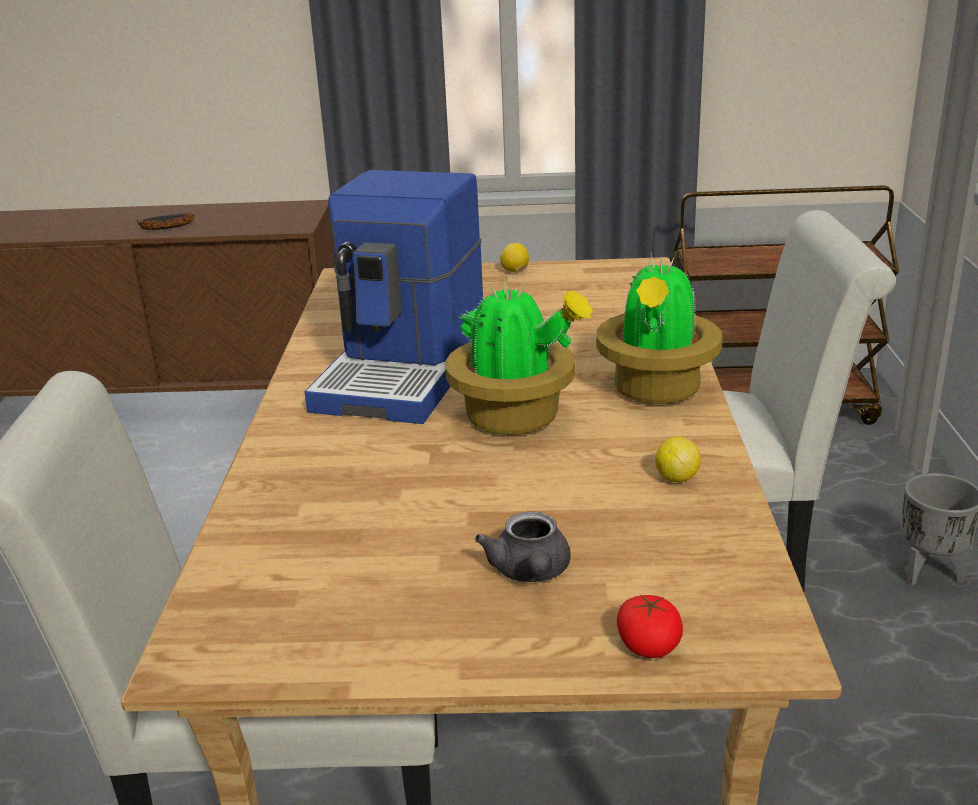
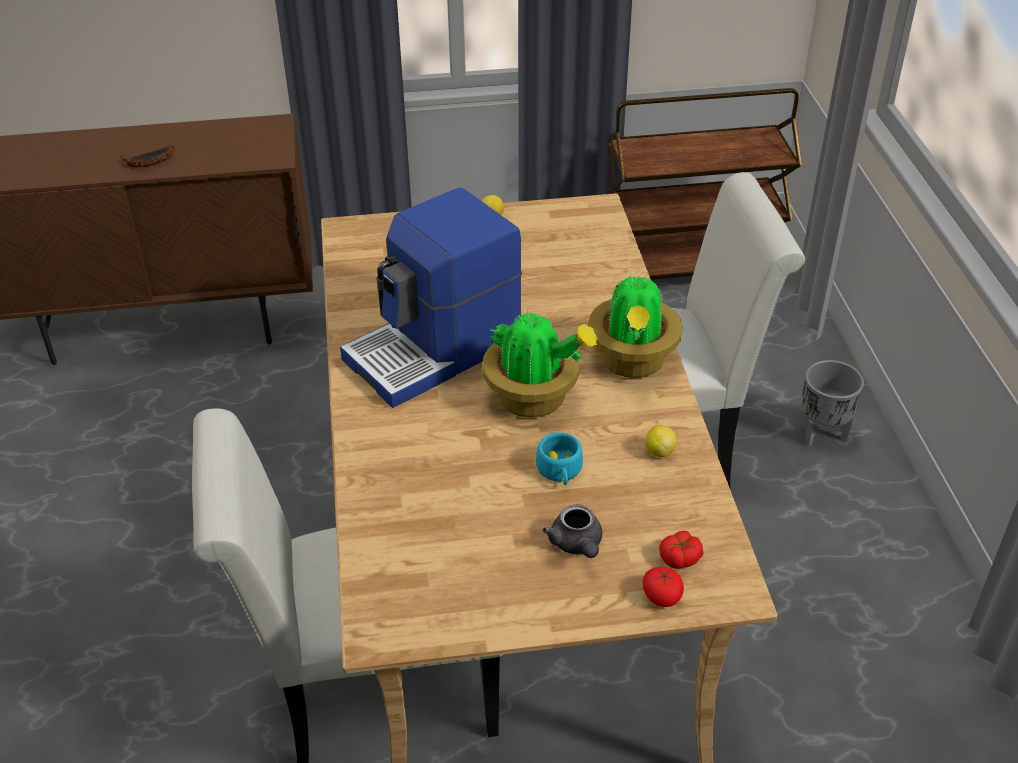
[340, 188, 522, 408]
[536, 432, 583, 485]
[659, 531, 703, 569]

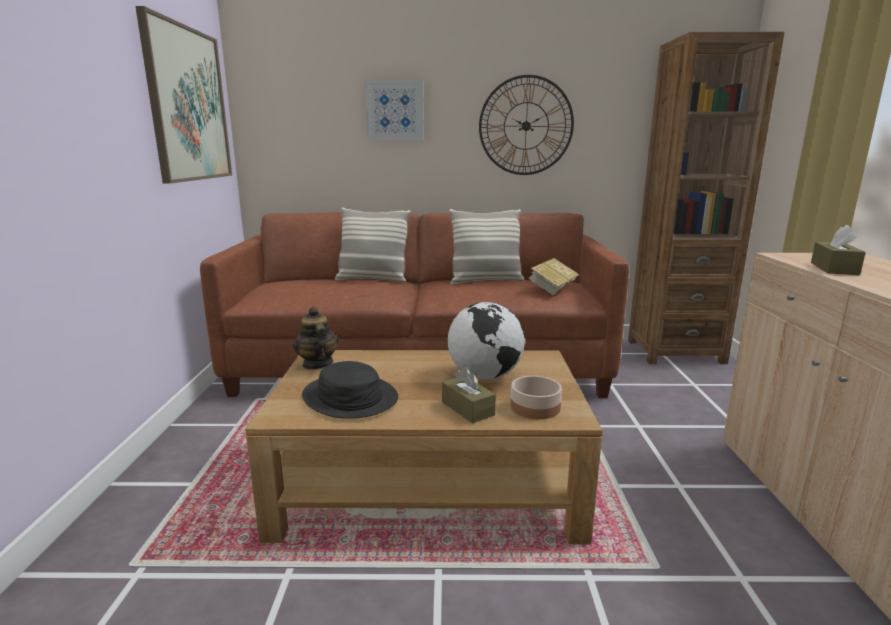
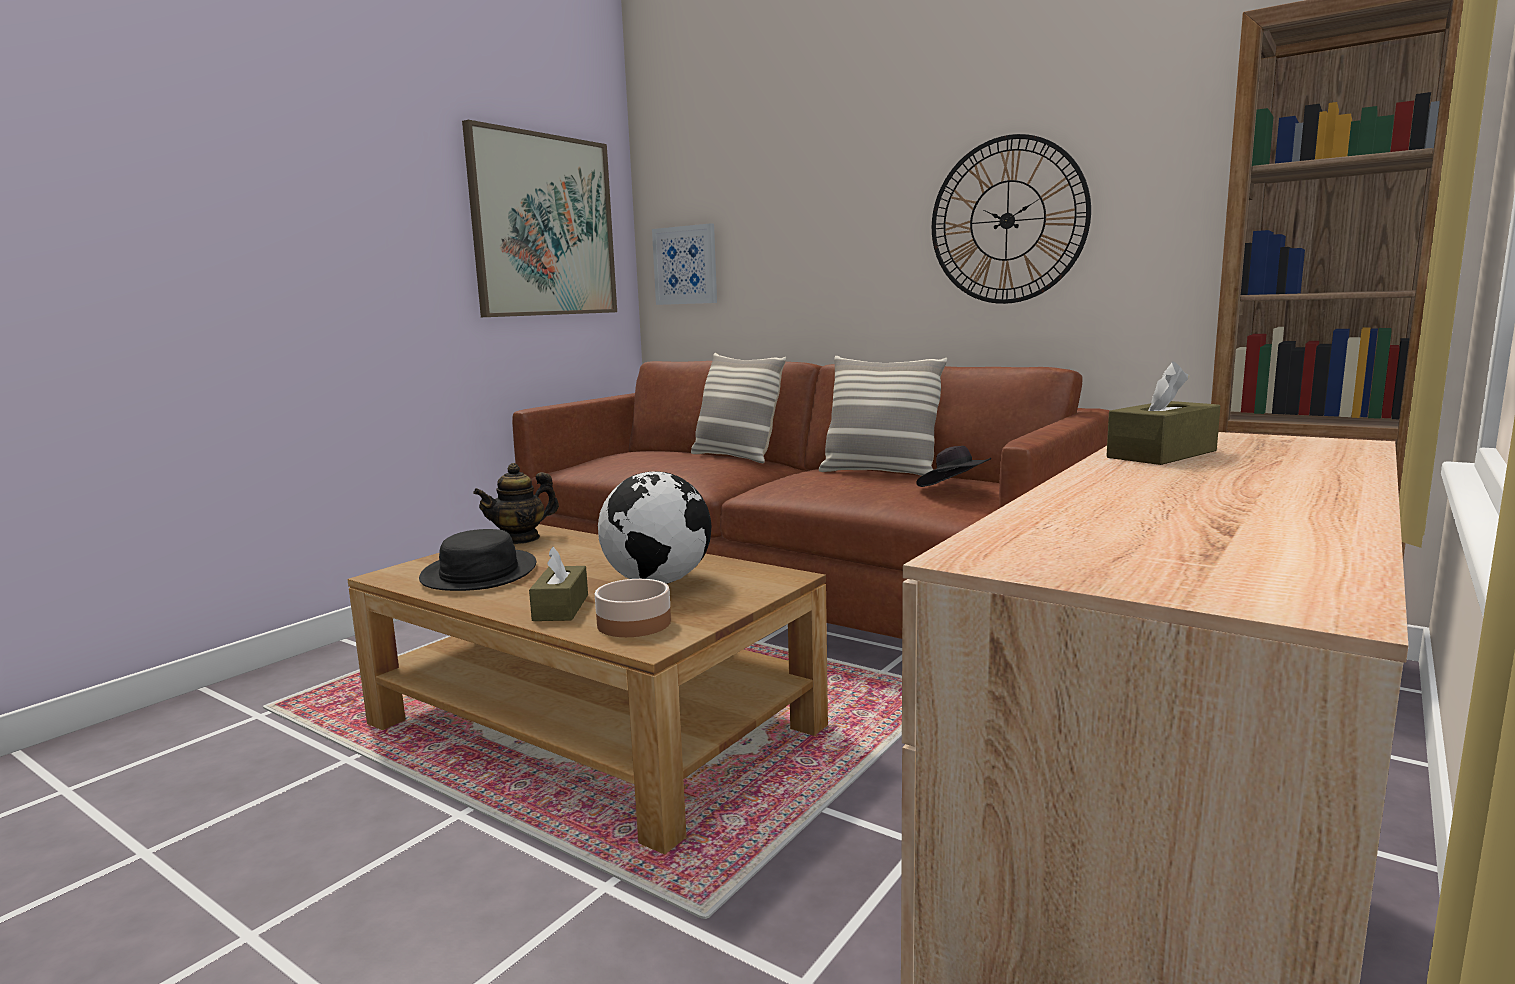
[473, 463, 559, 544]
[652, 223, 717, 305]
[916, 446, 991, 487]

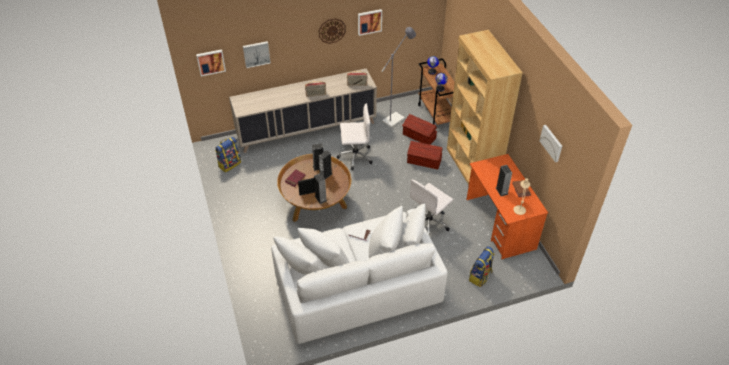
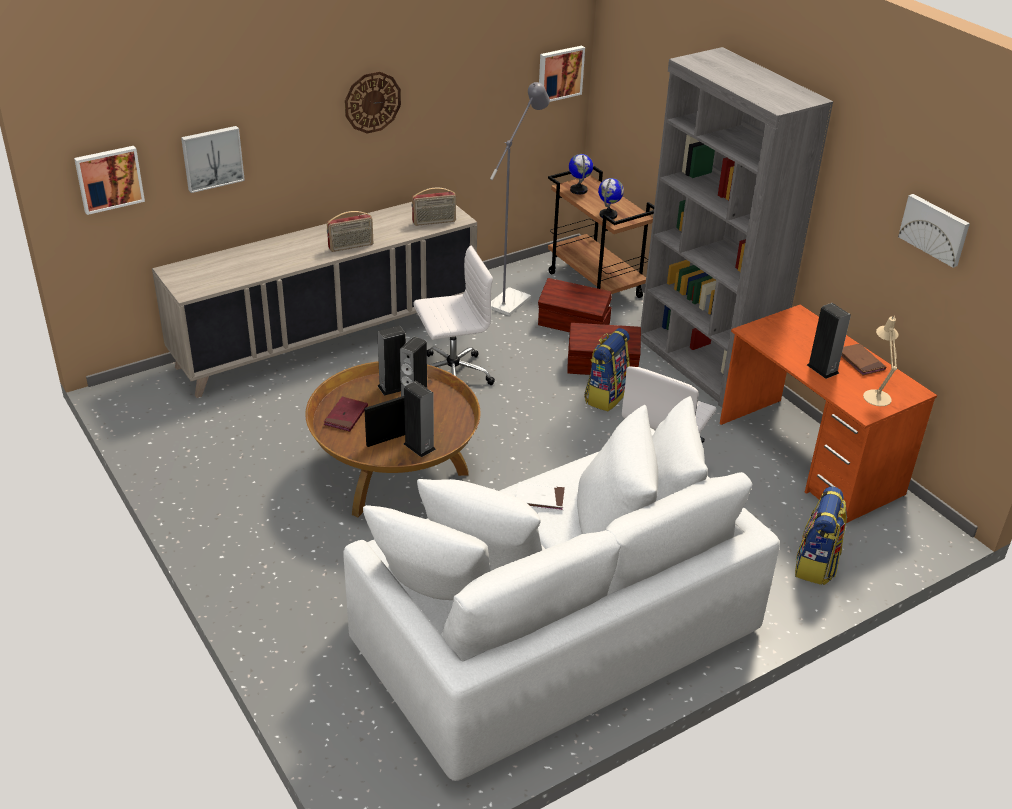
[584, 328, 630, 411]
[539, 46, 585, 102]
[641, 47, 833, 408]

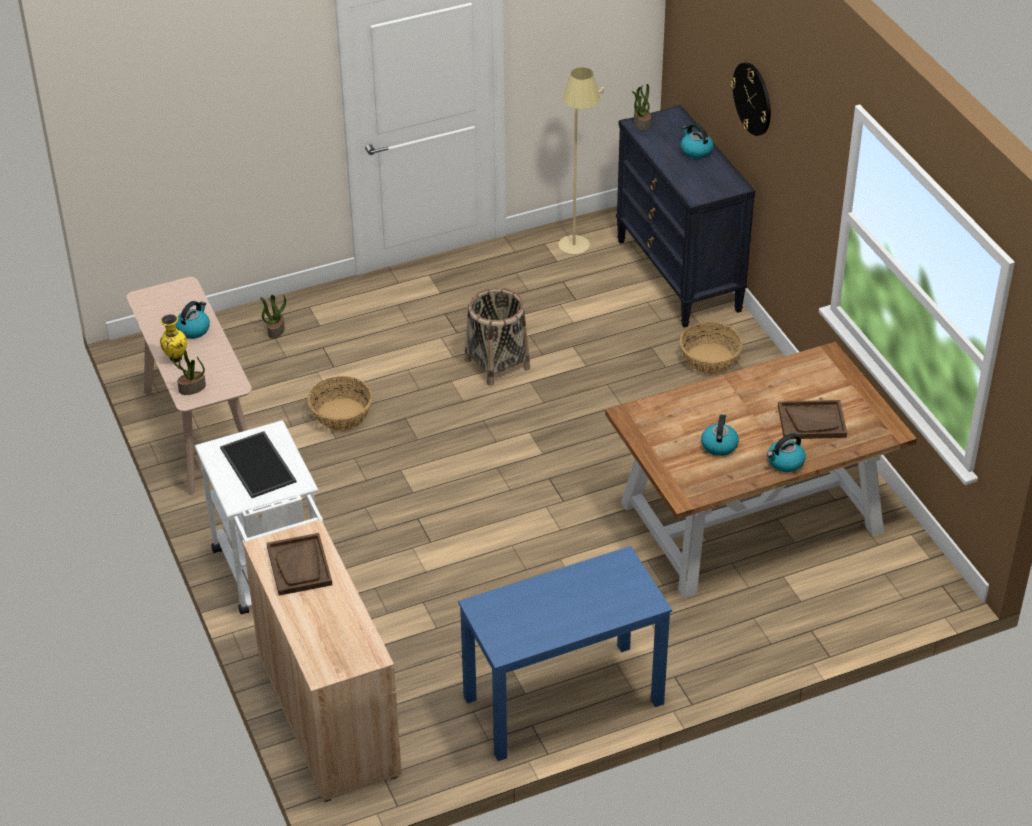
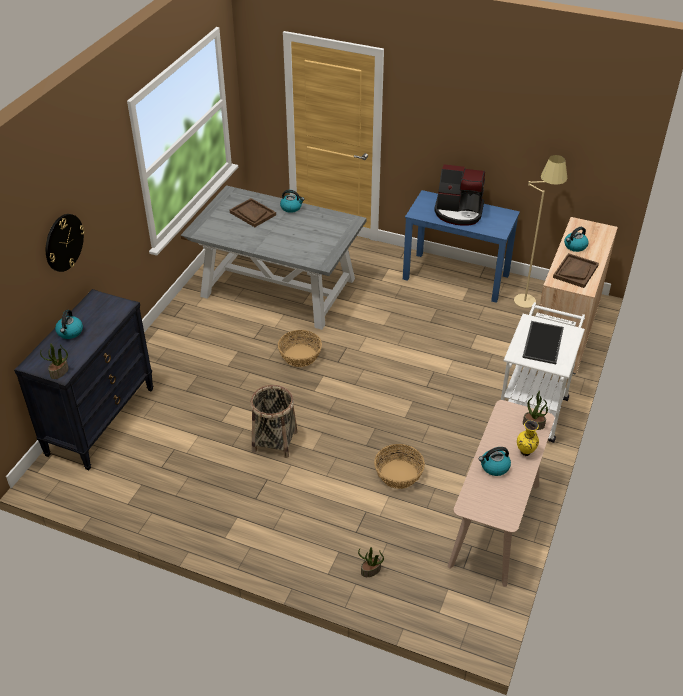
[514, 155, 567, 308]
[181, 185, 367, 330]
[278, 330, 322, 367]
[564, 227, 589, 252]
[434, 164, 485, 226]

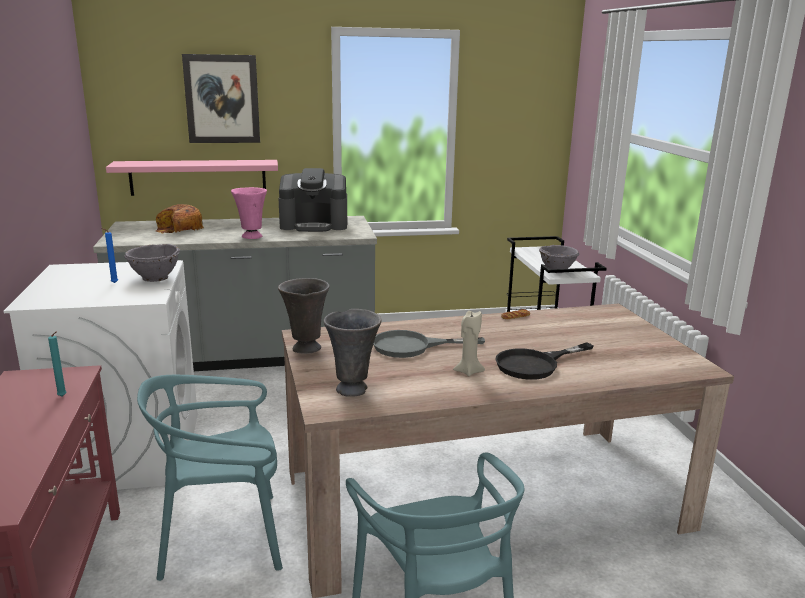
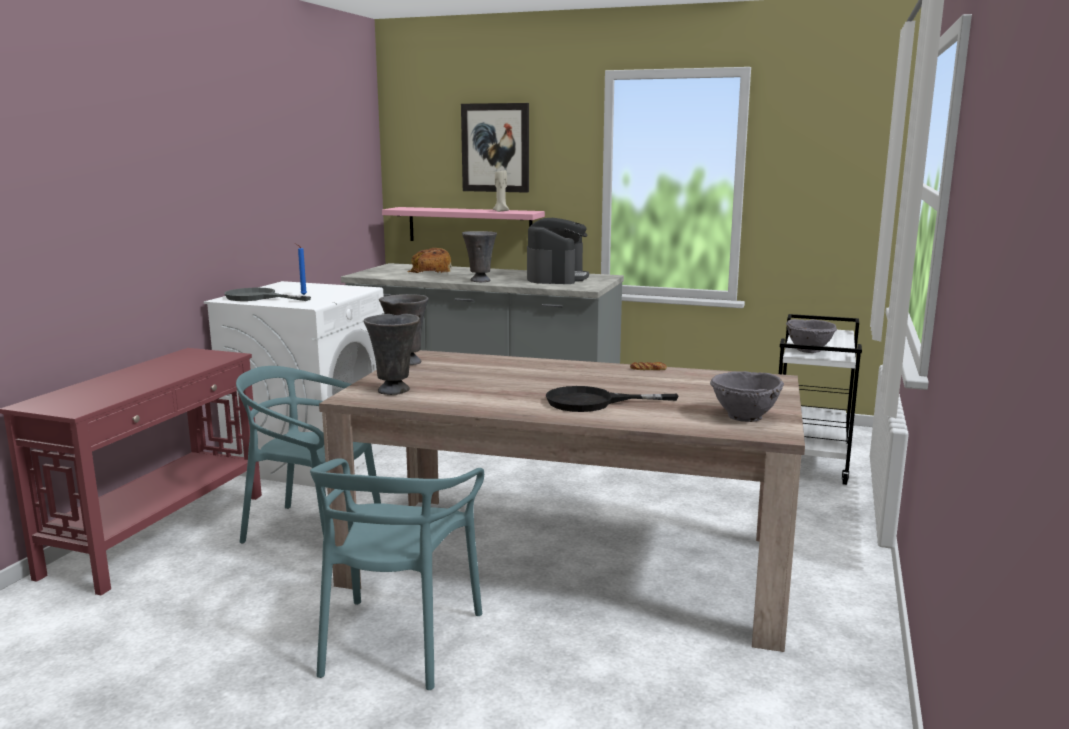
[48, 332, 67, 397] (first image)
[710, 371, 784, 422]
[462, 231, 497, 282]
[527, 218, 589, 284]
[224, 288, 311, 301]
[493, 170, 509, 212]

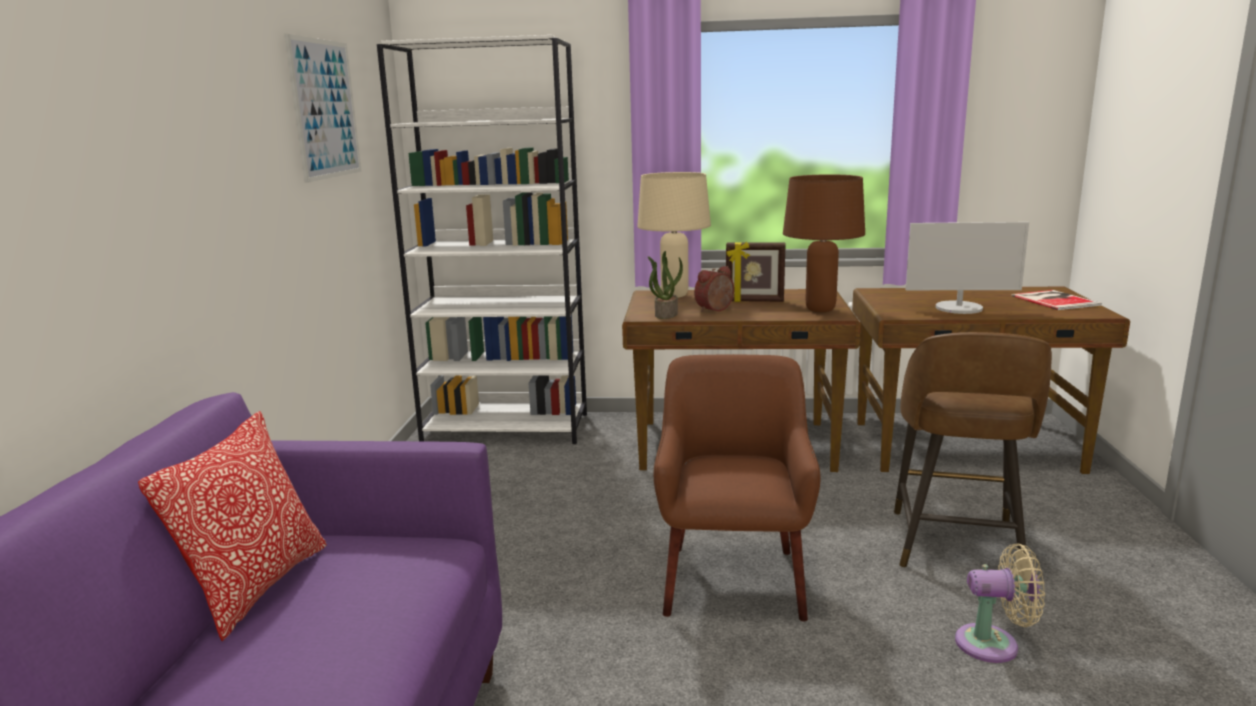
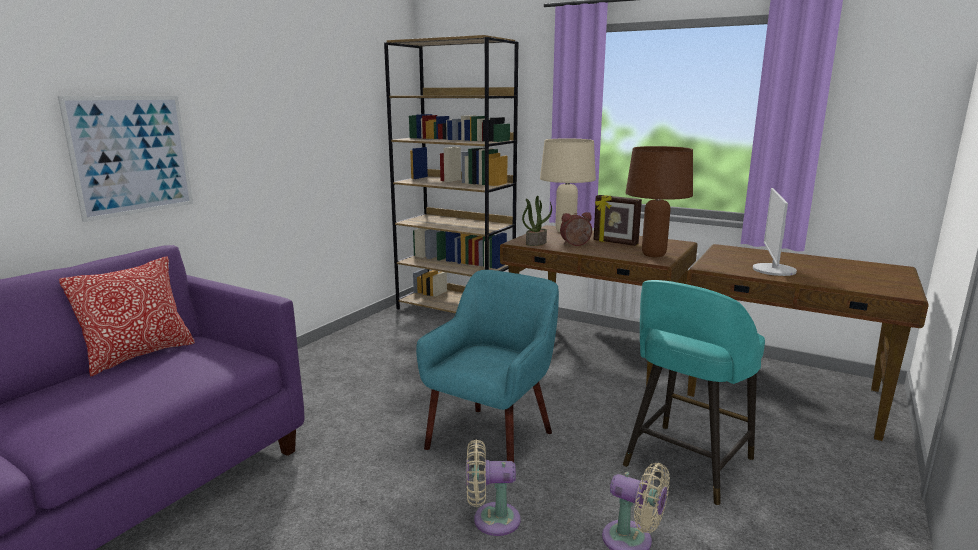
[58, 96, 193, 222]
[384, 35, 518, 313]
[416, 270, 559, 462]
[623, 280, 765, 505]
[753, 188, 797, 276]
[1011, 290, 1102, 310] (first image)
[466, 439, 521, 536]

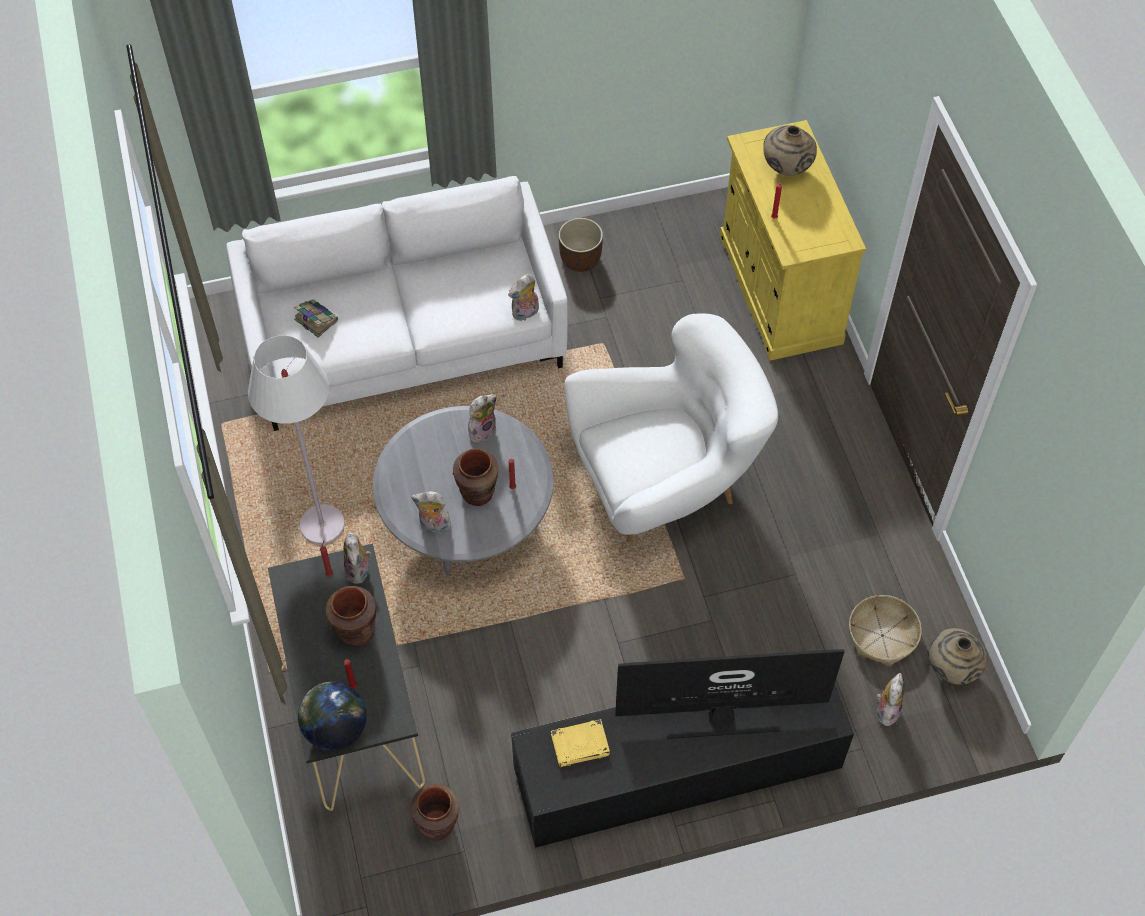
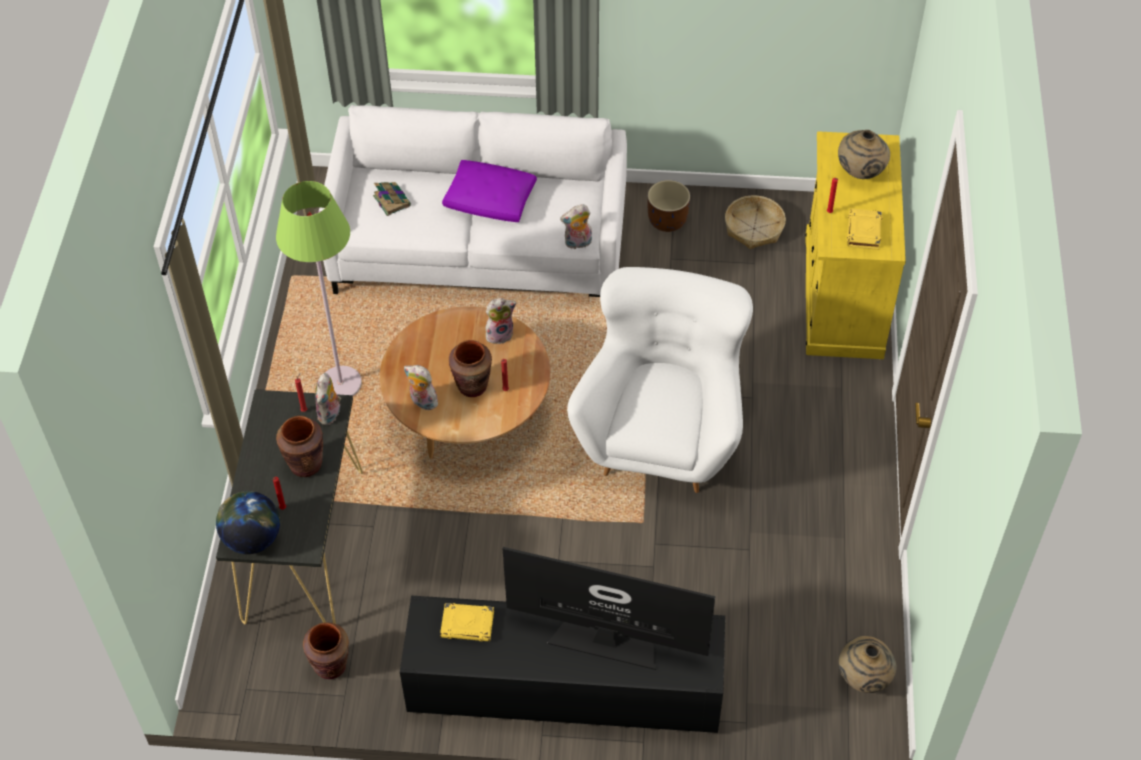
[276, 181, 362, 396]
[380, 306, 550, 459]
[567, 267, 753, 493]
[725, 195, 786, 249]
[877, 673, 904, 726] (first image)
[442, 160, 537, 222]
[847, 209, 882, 250]

